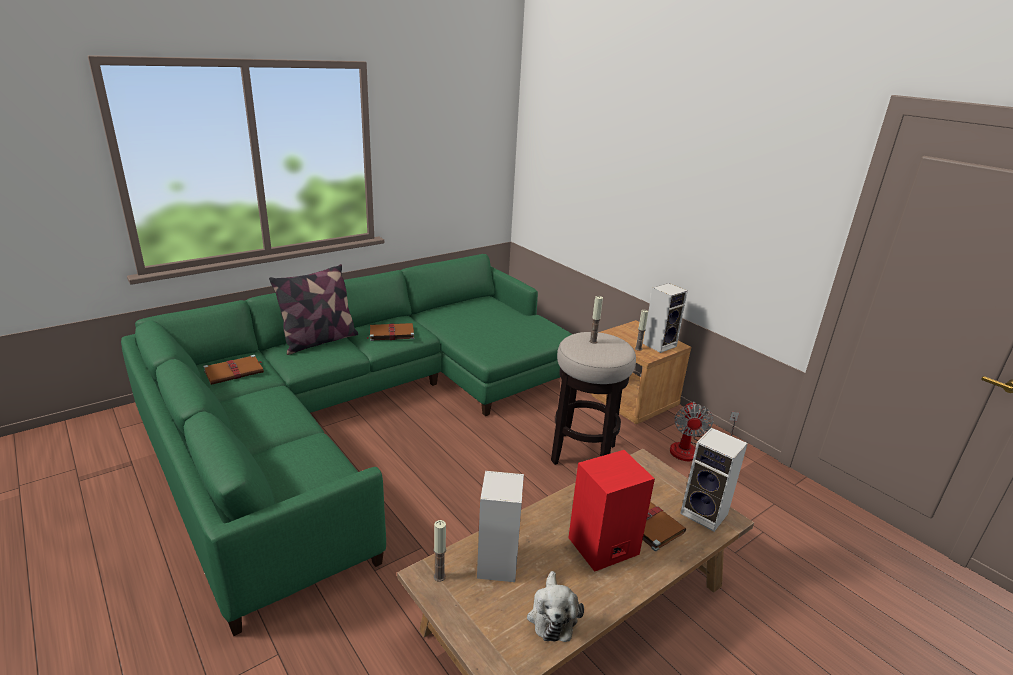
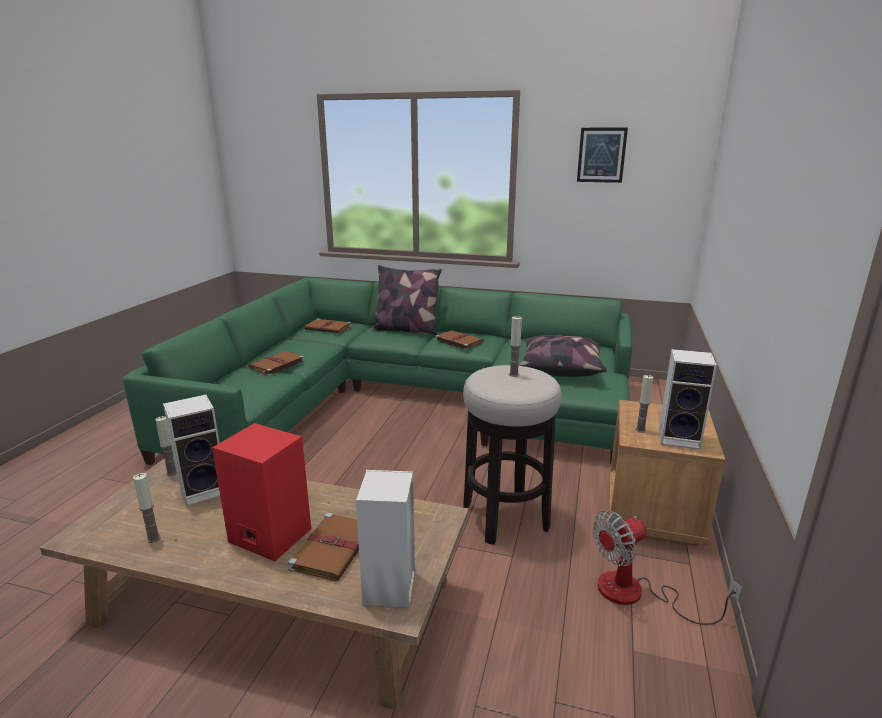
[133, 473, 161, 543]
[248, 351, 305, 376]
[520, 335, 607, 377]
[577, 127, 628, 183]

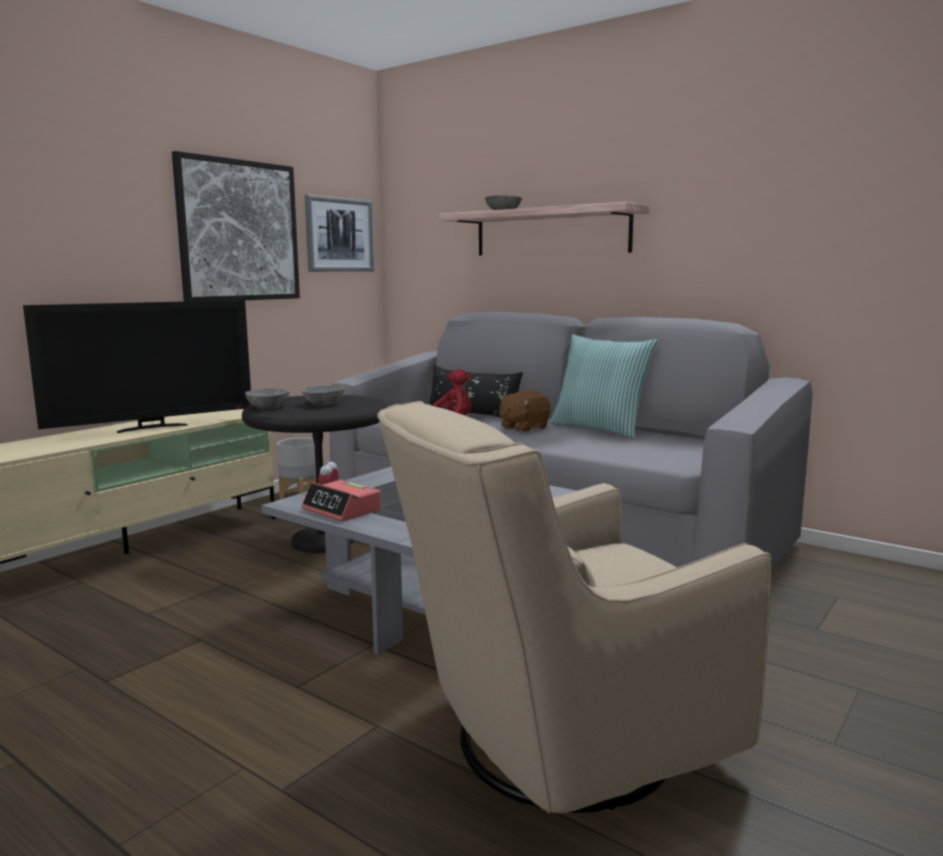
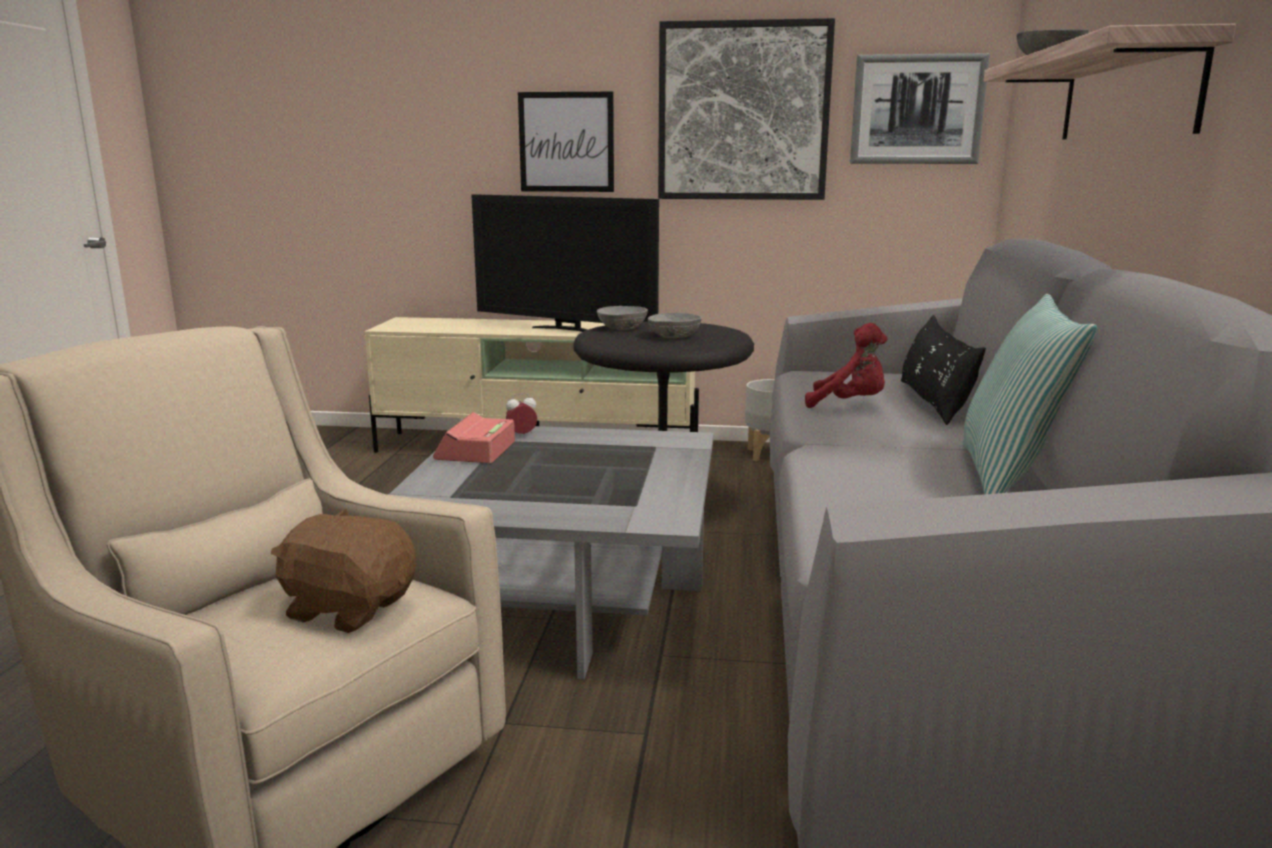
[271, 509, 416, 633]
[518, 92, 614, 192]

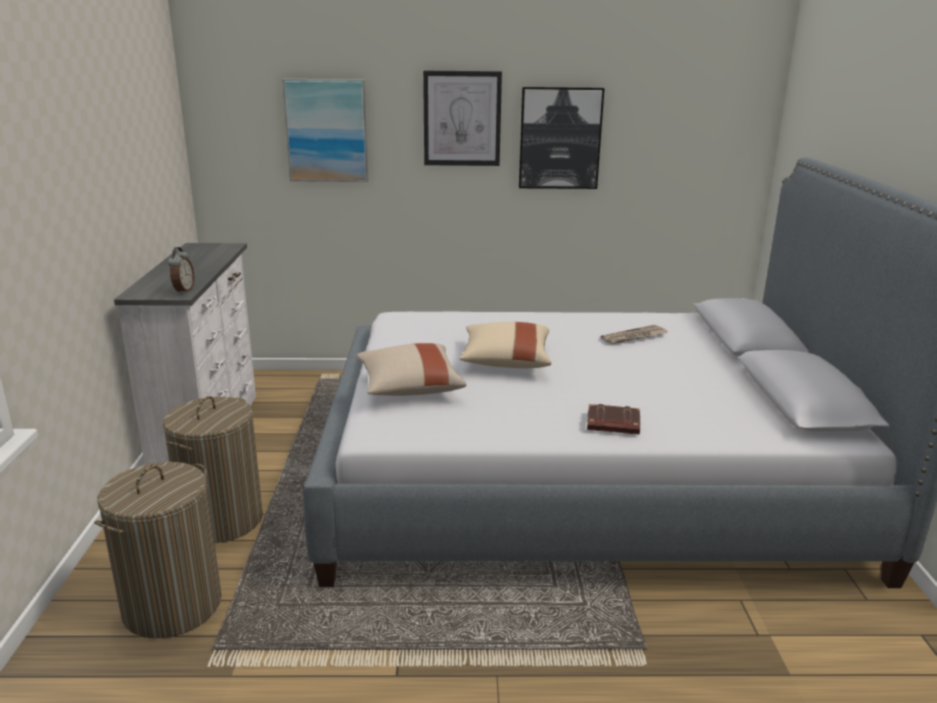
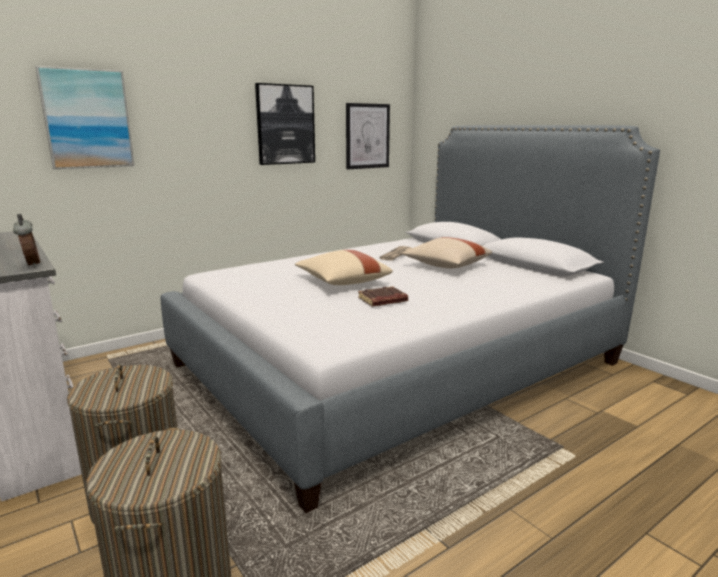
[402, 237, 492, 268]
[346, 103, 390, 169]
[358, 286, 408, 307]

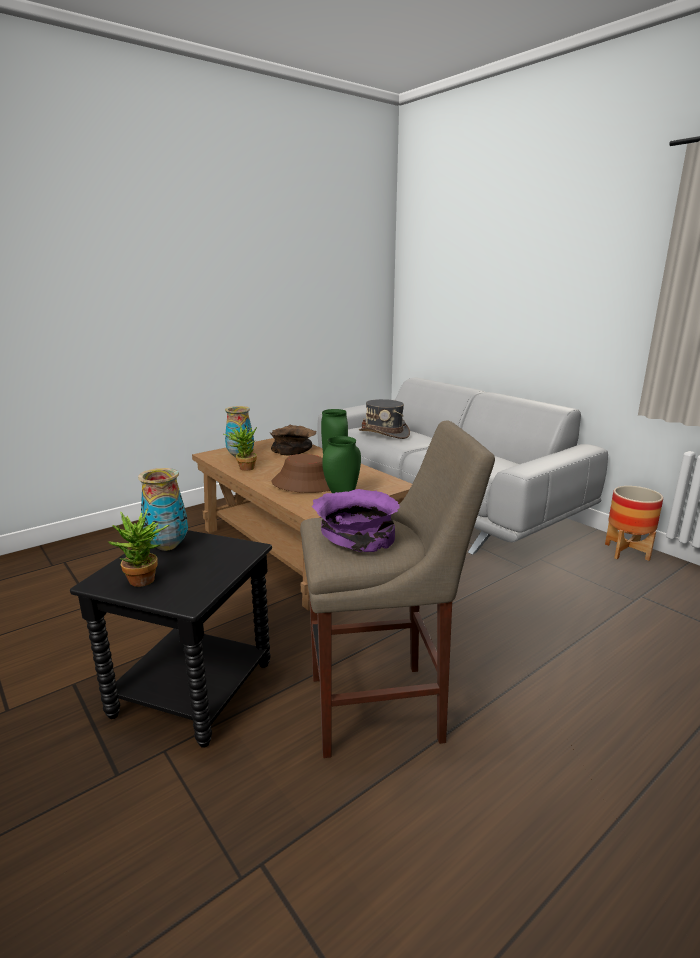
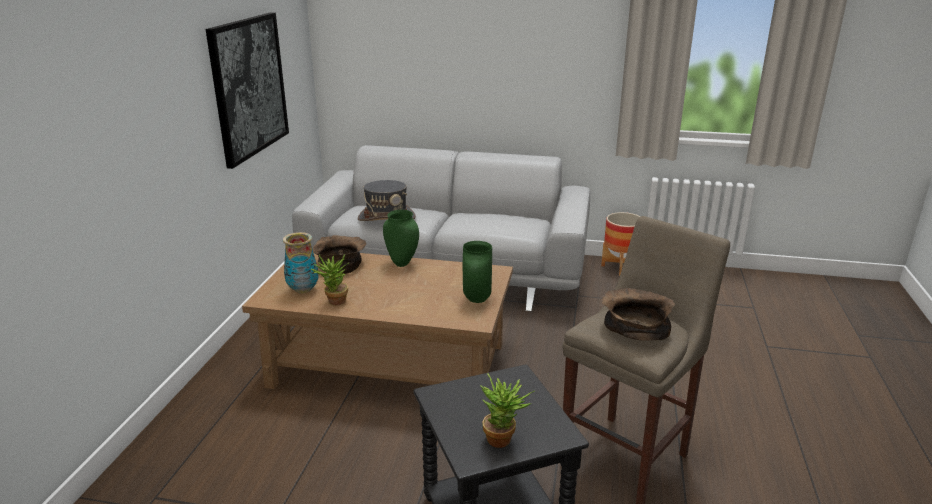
[138, 468, 188, 551] (first image)
[271, 454, 330, 493] (first image)
[602, 288, 675, 341]
[206, 12, 289, 169]

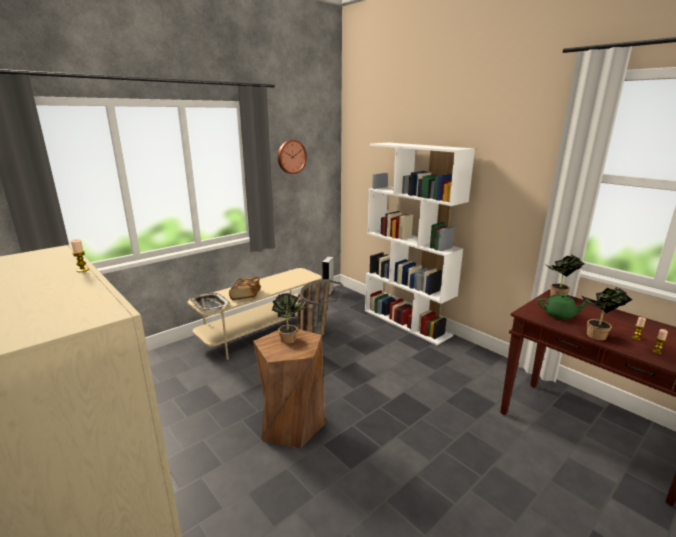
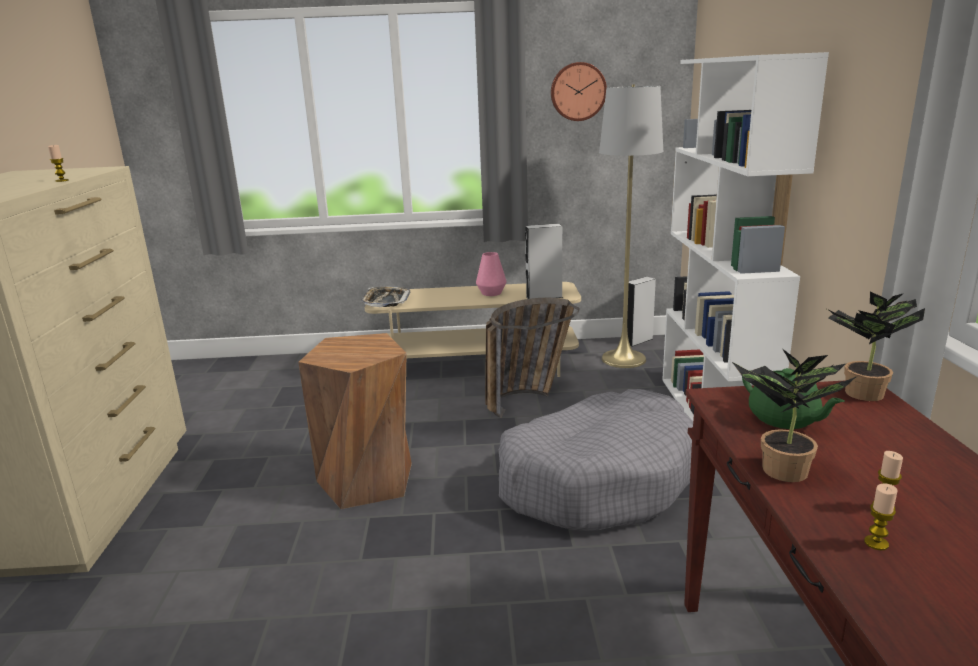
[229, 277, 261, 300] (first image)
[272, 293, 307, 344] (first image)
[476, 252, 507, 296]
[499, 389, 693, 531]
[525, 223, 563, 299]
[599, 84, 663, 368]

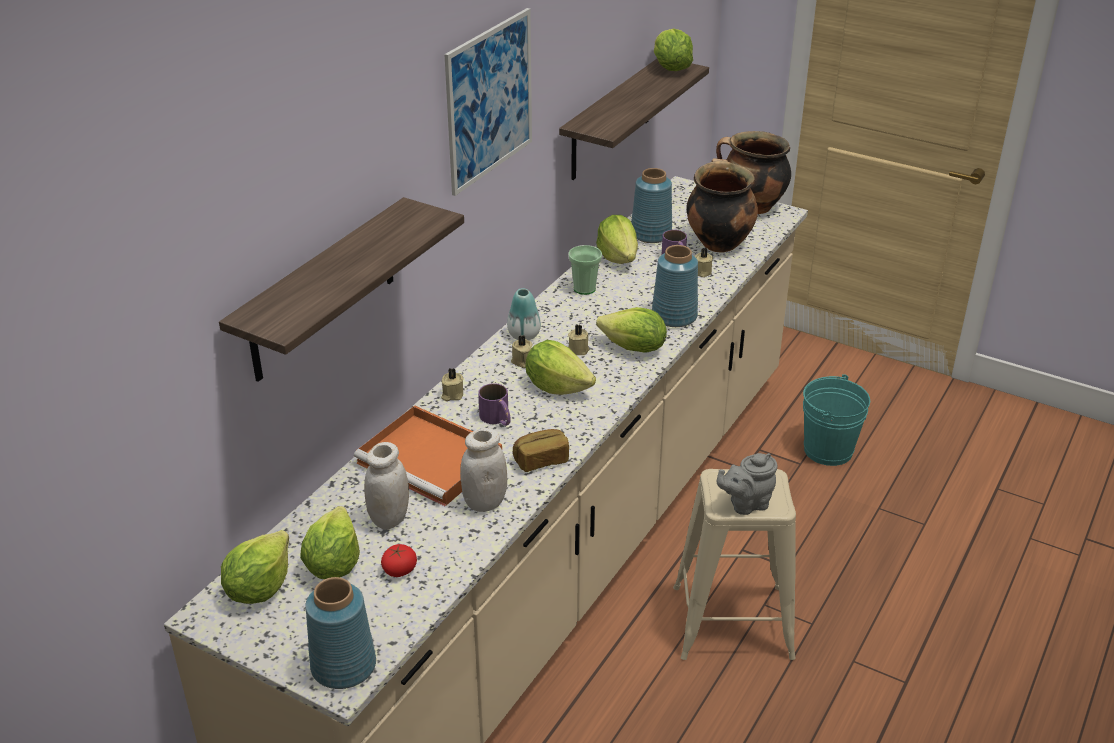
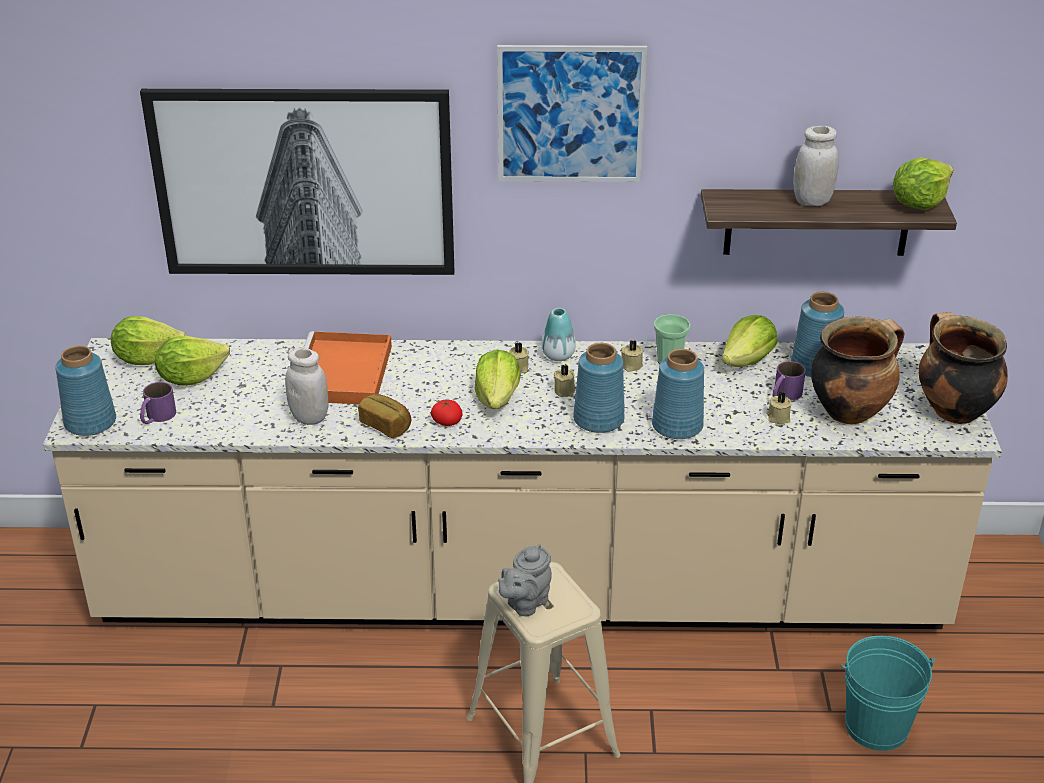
[140, 89, 454, 275]
[793, 126, 839, 206]
[431, 400, 462, 426]
[621, 340, 643, 372]
[140, 382, 176, 424]
[573, 343, 625, 433]
[498, 544, 552, 616]

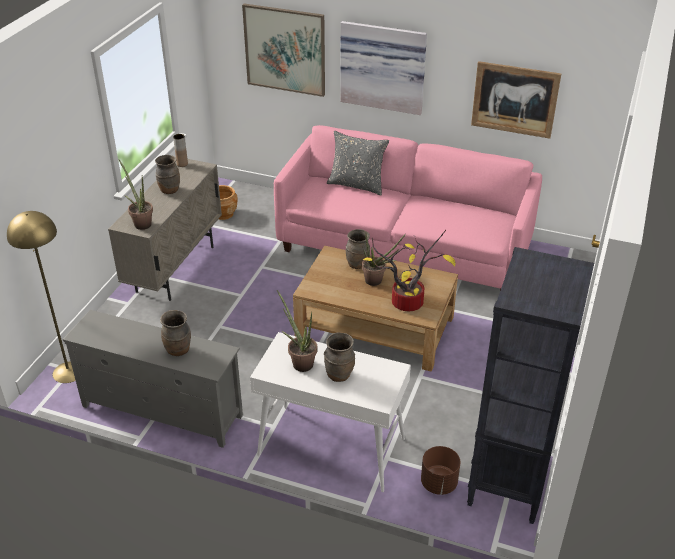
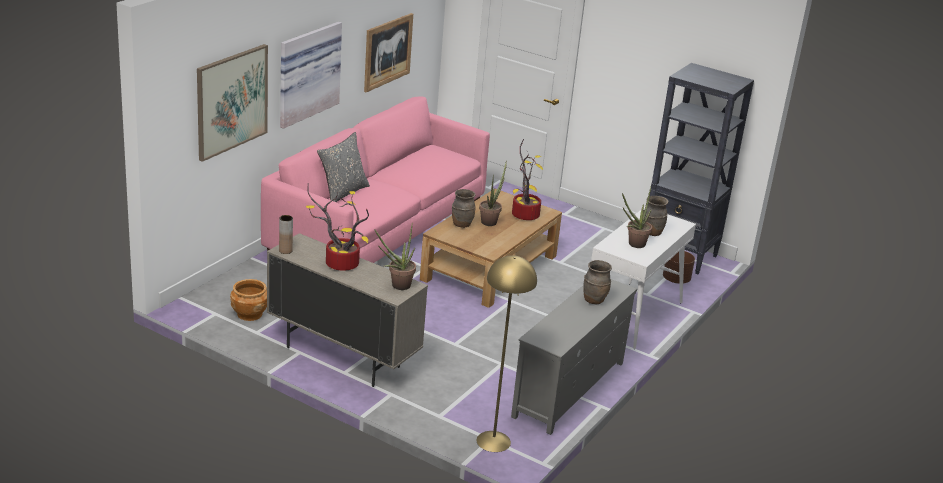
[306, 191, 369, 271]

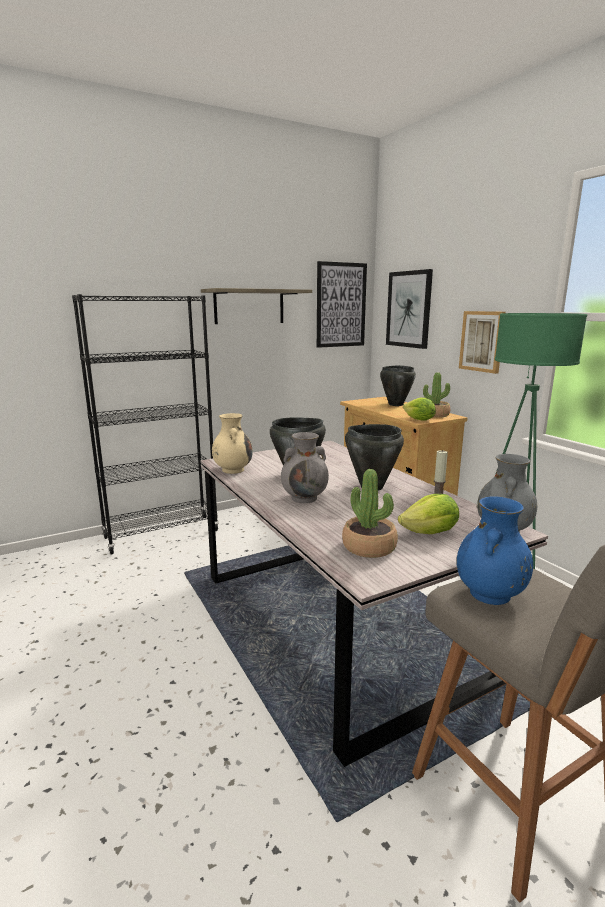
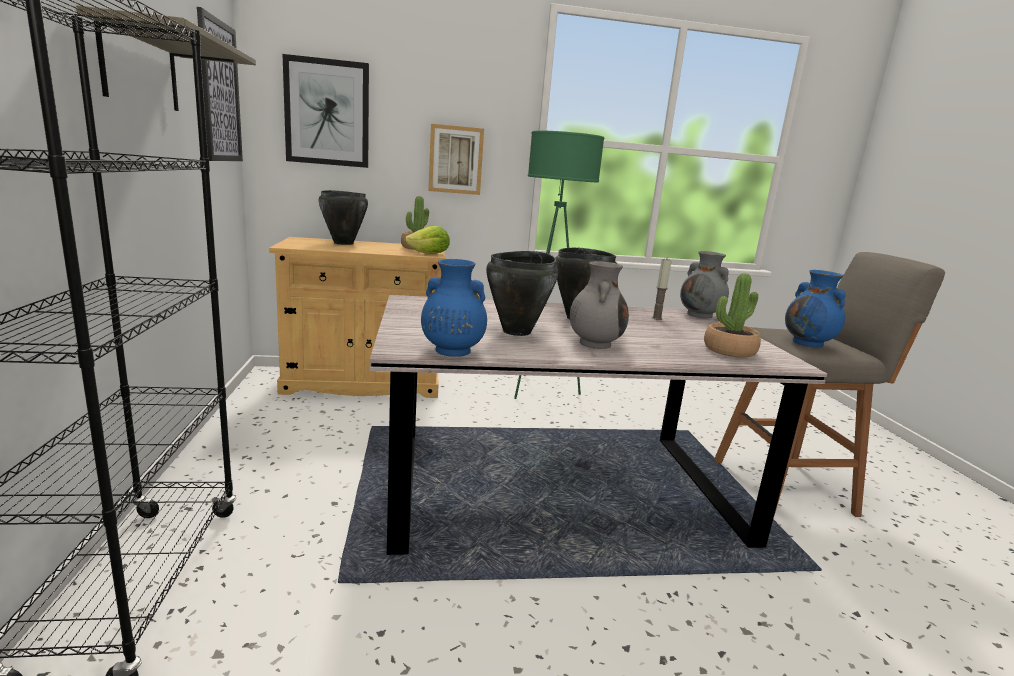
[421, 259, 487, 357]
[398, 494, 459, 534] (first image)

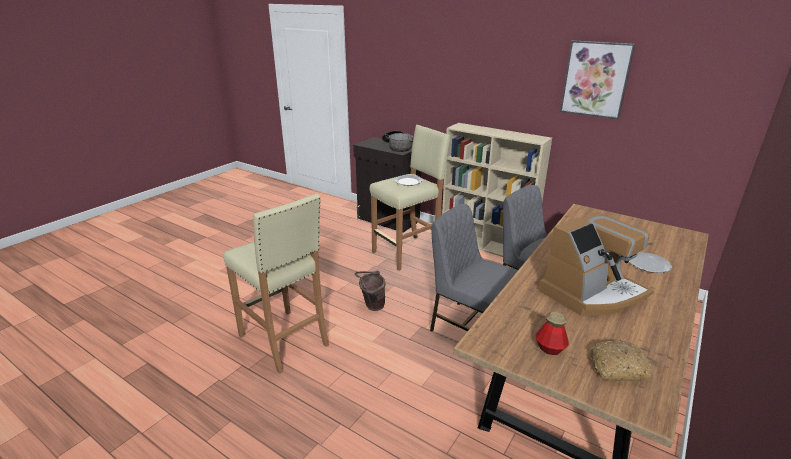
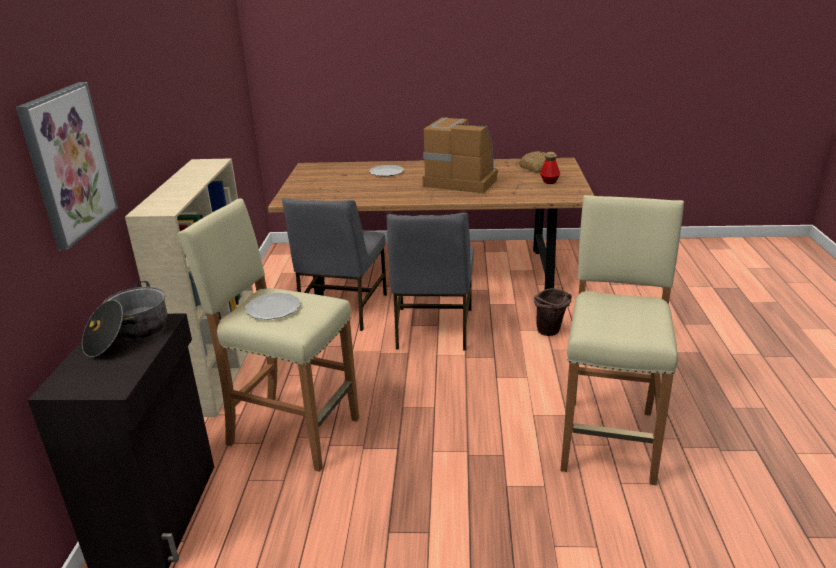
[534, 288, 572, 336]
[16, 82, 118, 250]

